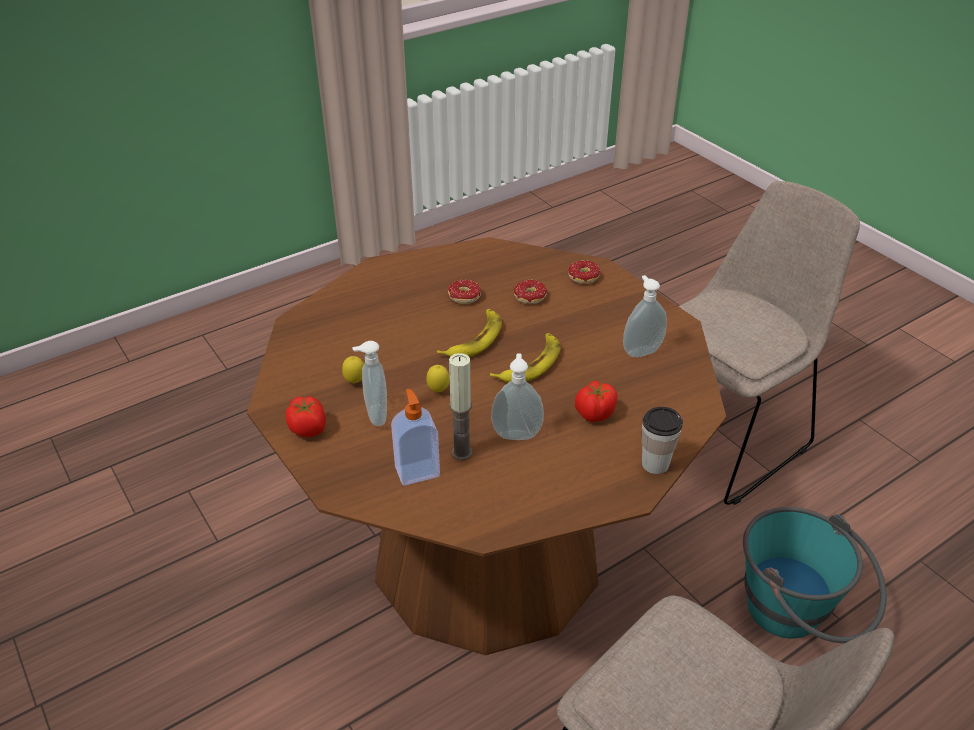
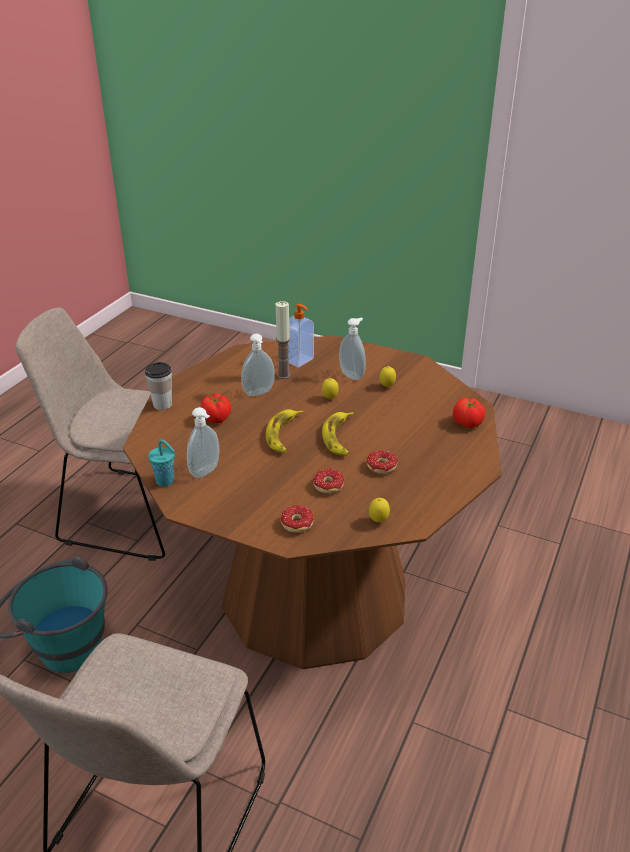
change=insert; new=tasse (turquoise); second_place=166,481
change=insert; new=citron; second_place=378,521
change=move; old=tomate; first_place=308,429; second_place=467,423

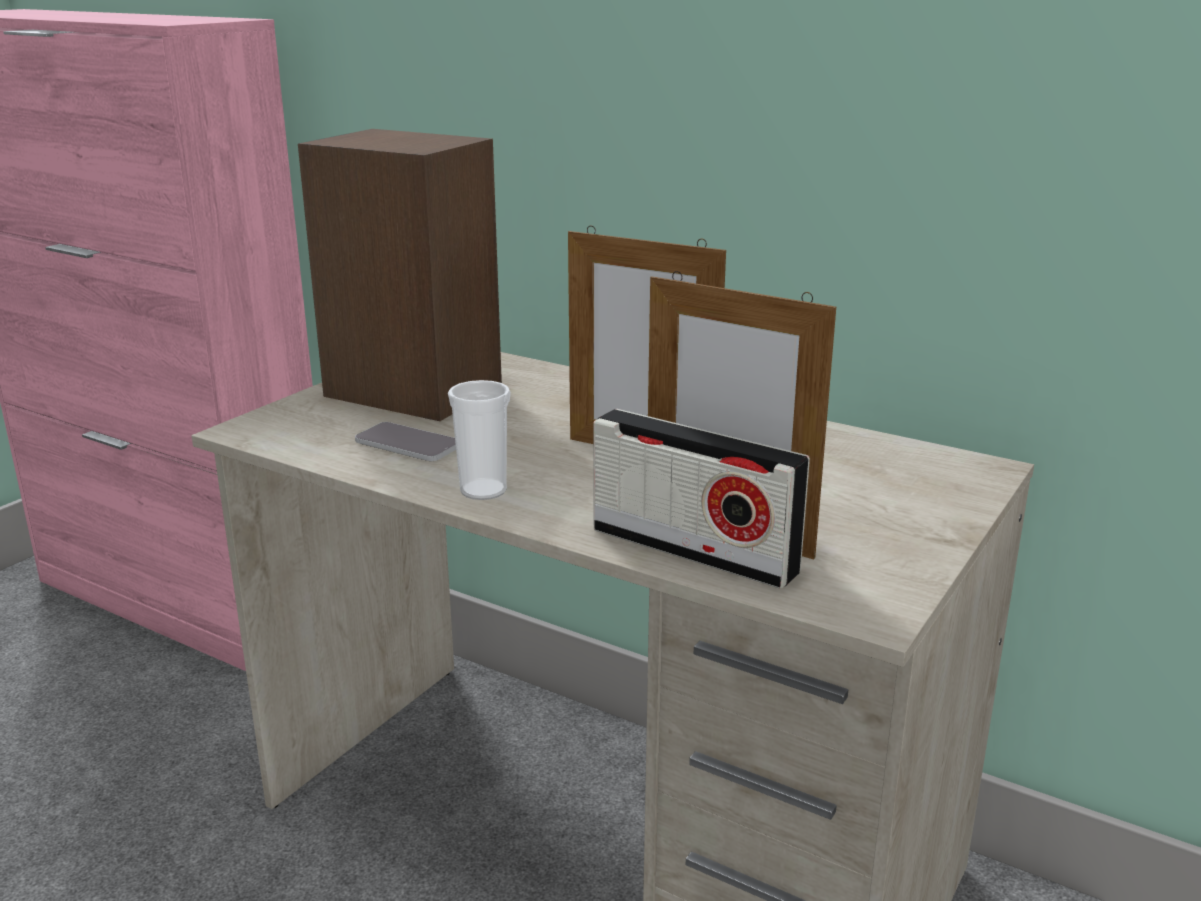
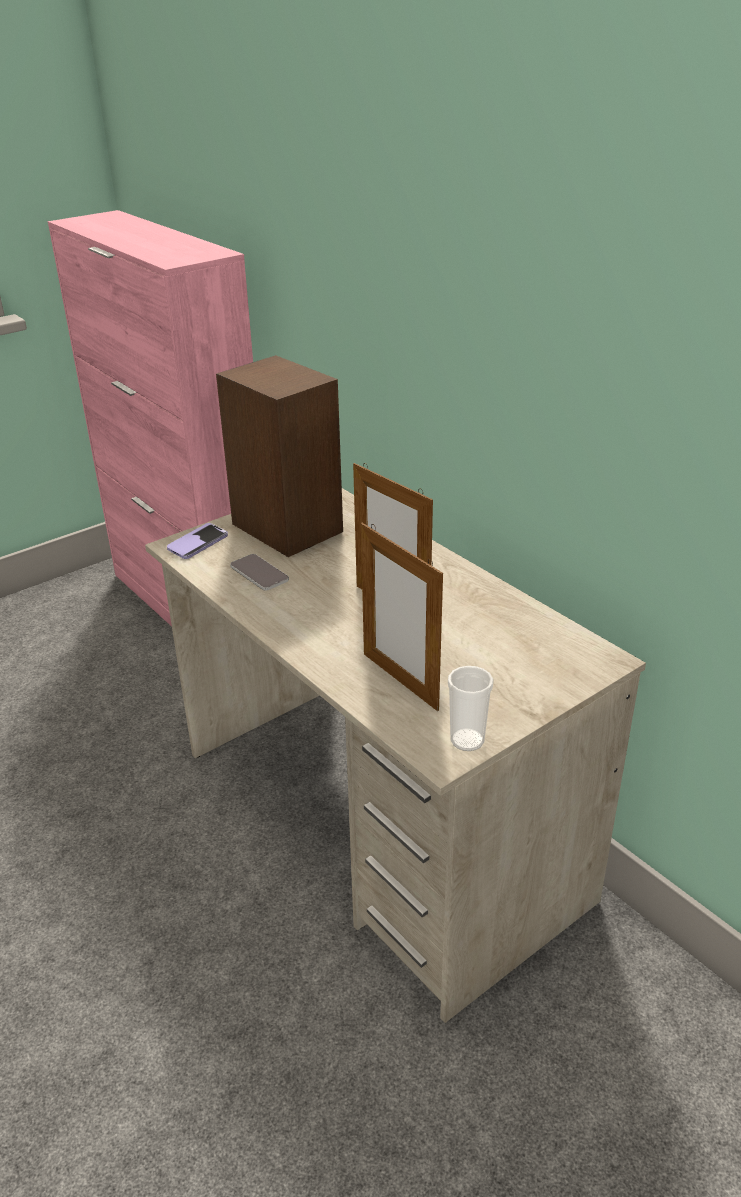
change=delete; old=radio; first_place=693,551
change=insert; new=téléphone; second_place=198,543
change=move; old=tasse; first_place=483,490; second_place=467,740

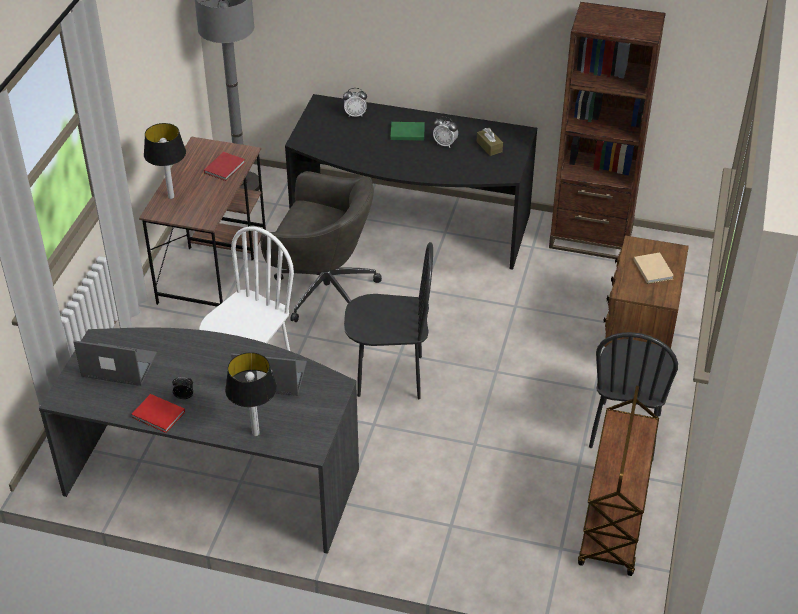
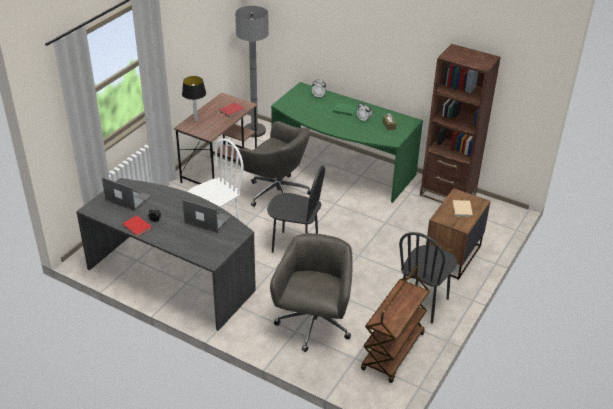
change=delete; old=lampe de table; first_place=256,433
change=insert; new=chaise de bureau (gris); second_place=313,325
change=recolor; old=bureau (noir); new=bureau (vert); first_place=409,227; second_place=341,169

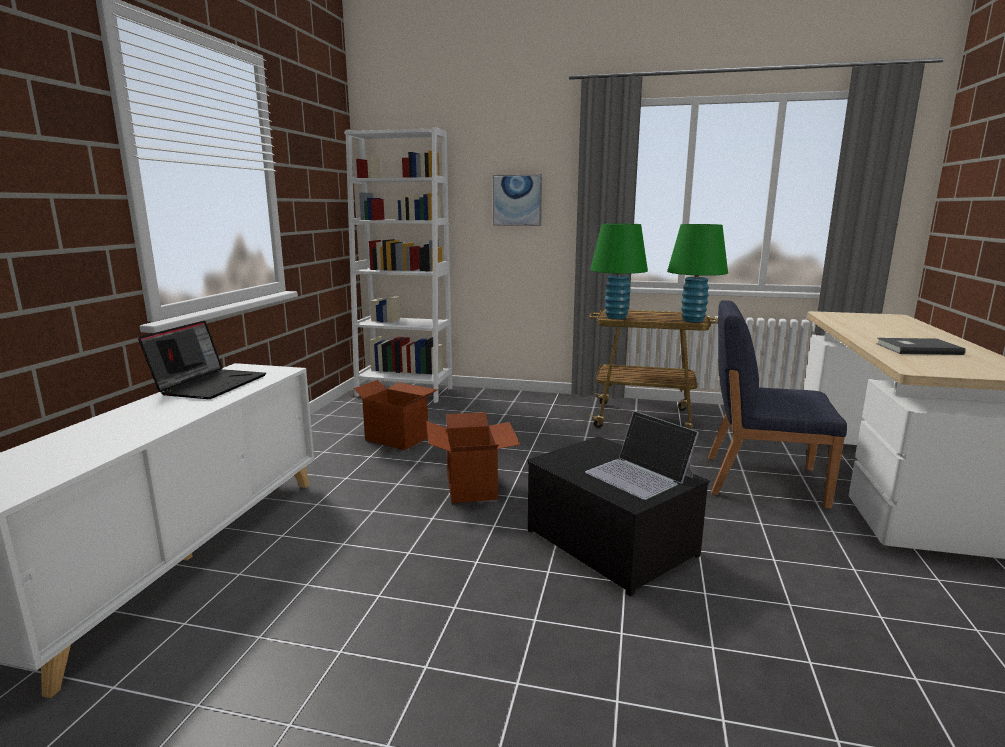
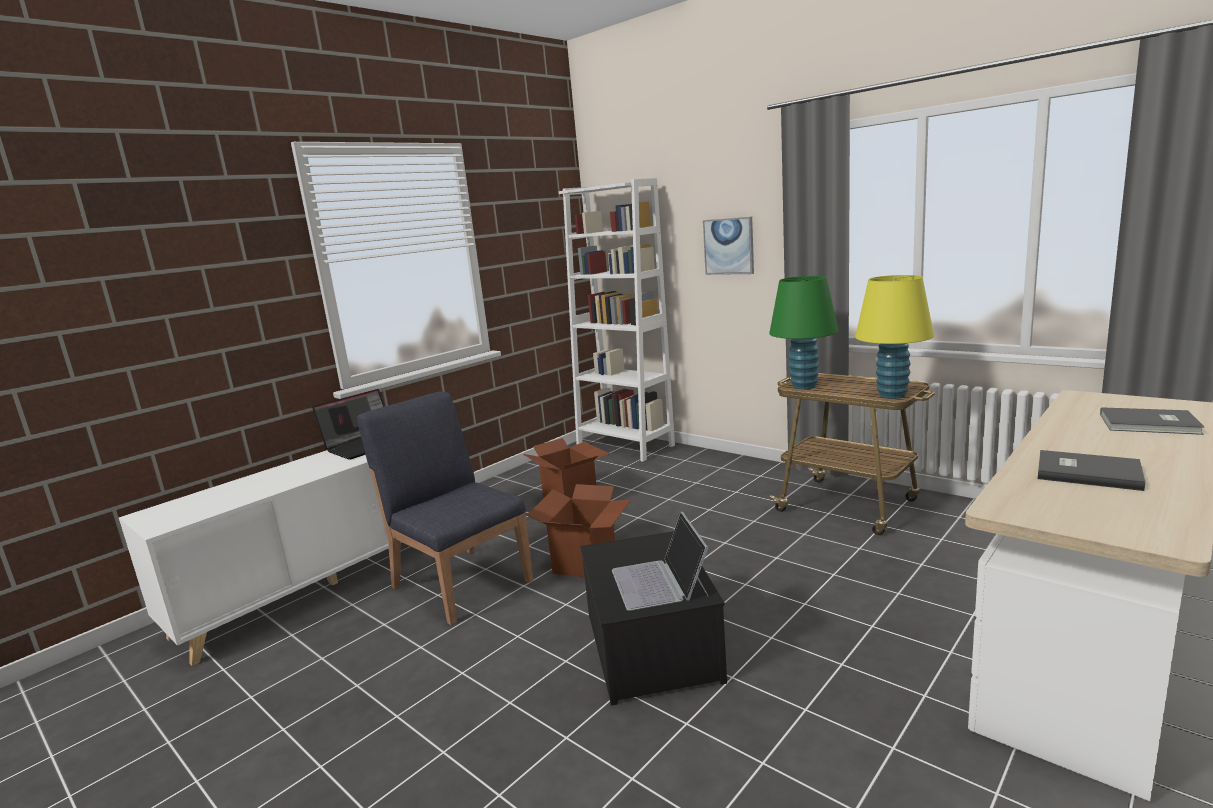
change=insert; new=livre (gris); second_place=1150,424
change=move; old=chaise (bleu); first_place=761,480; second_place=461,582
change=recolor; old=lampe de table (vert); new=lampe de table (jaune); first_place=692,320; second_place=892,395

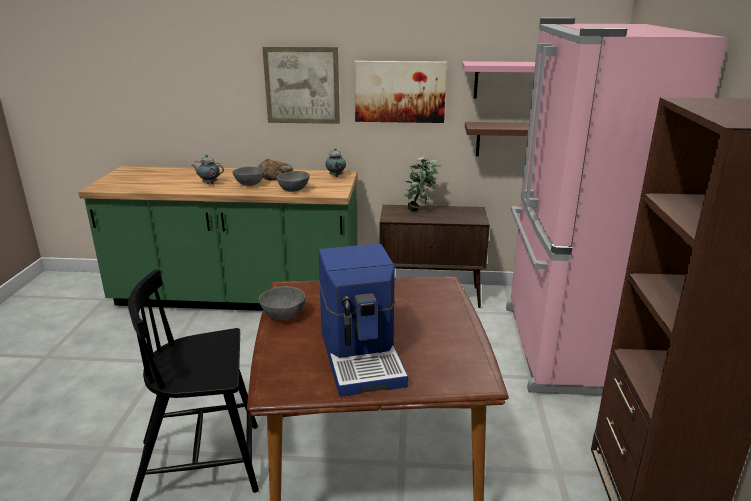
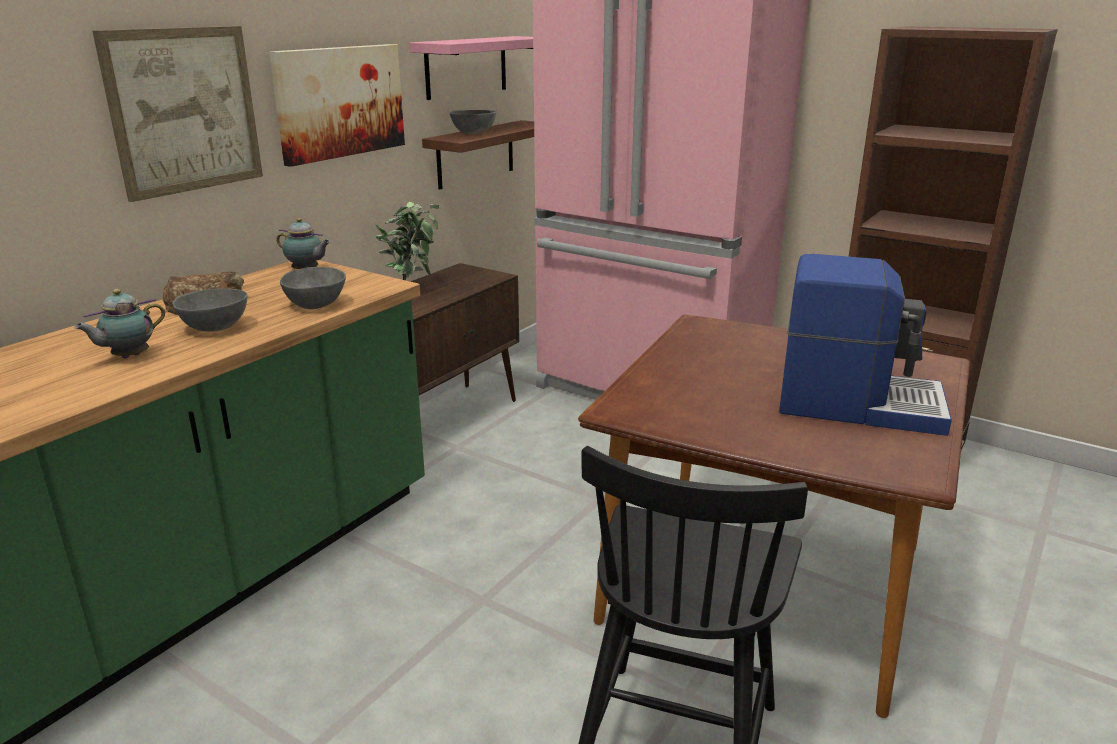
change=move; old=bol (gris); first_place=283,316; second_place=474,134

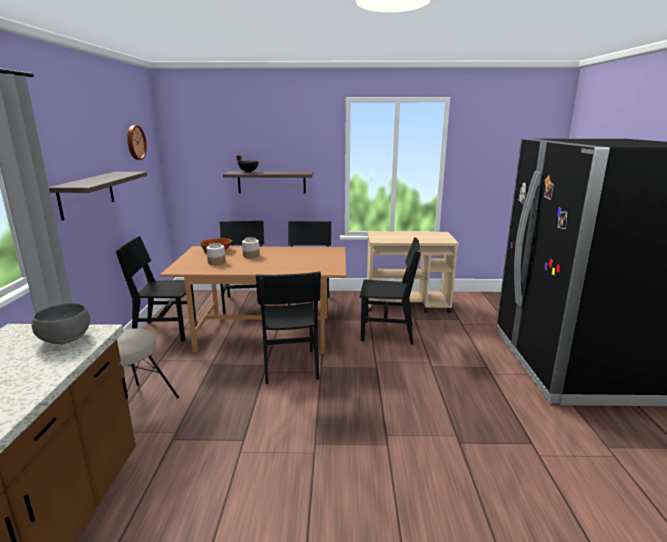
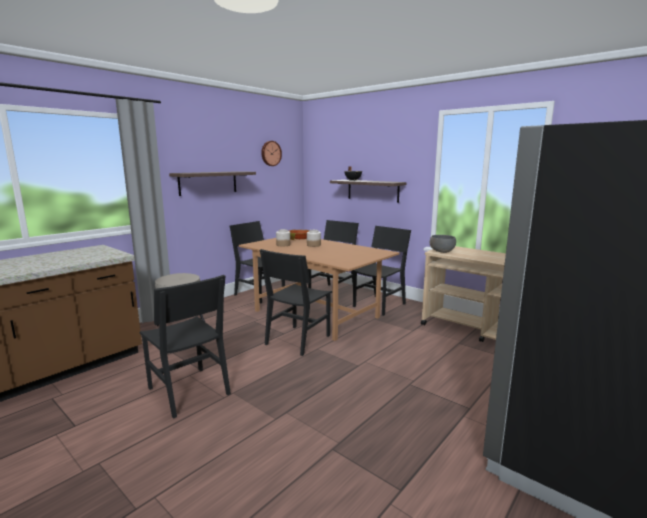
change=move; old=bol (gris); first_place=65,339; second_place=441,251
change=move; old=chaise (noir); first_place=387,332; second_place=188,391

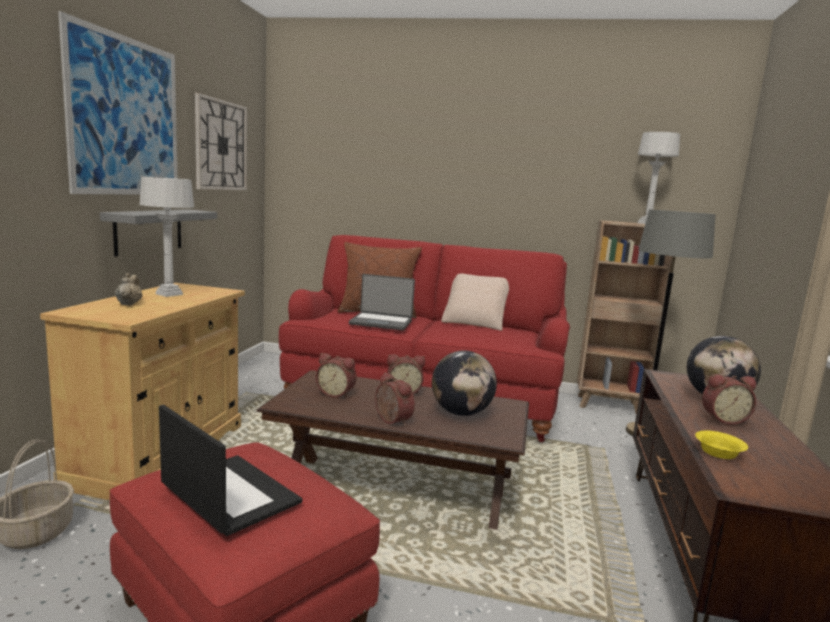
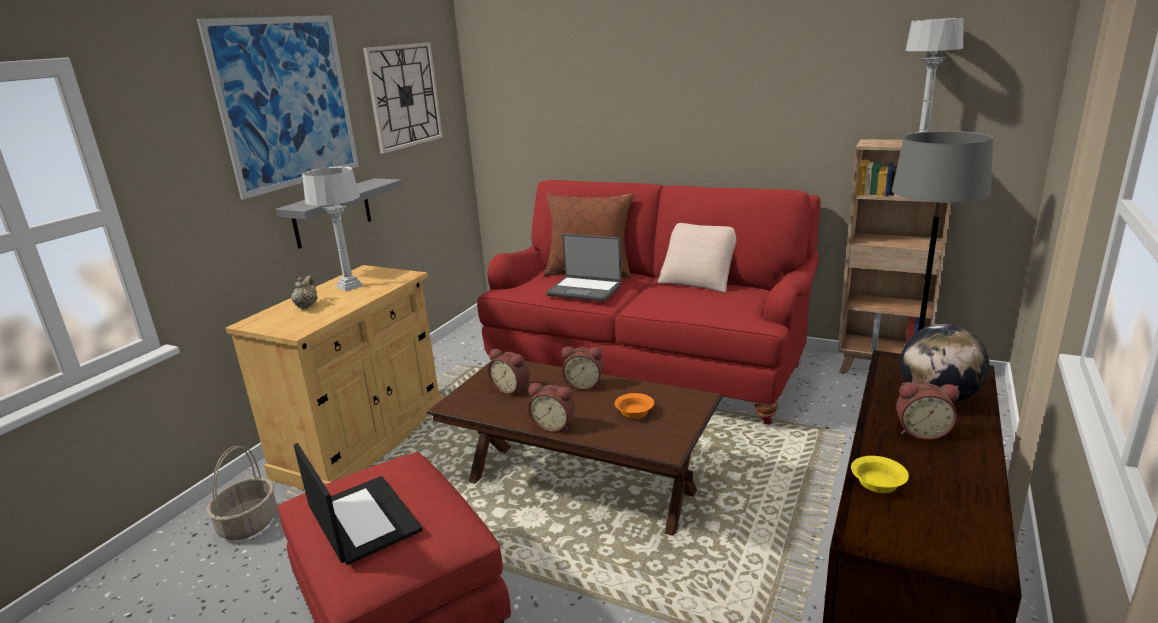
change=replace; old=globe; new=bol (orange); first_place=461,413; second_place=635,413
change=rotate; old=réveil; first_place=391,421; second_place=554,425; degrees=135

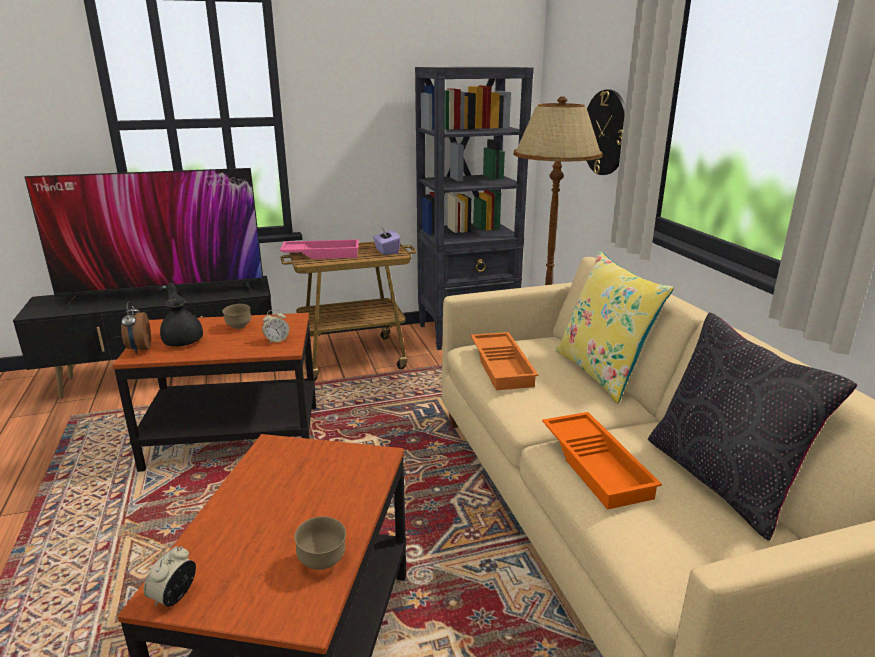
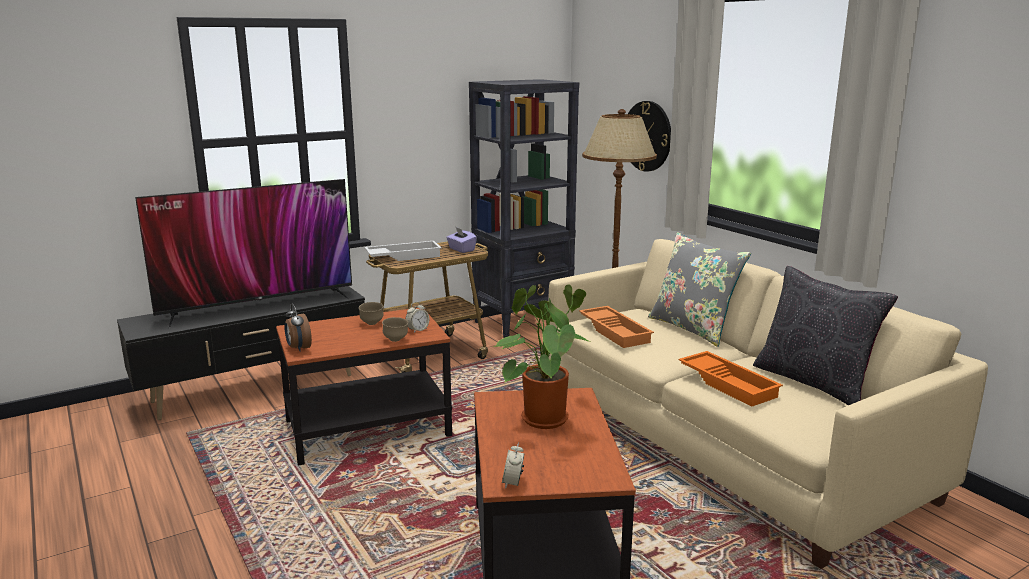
change=delete; old=théière (noir); first_place=183,340
change=insert; new=plante en pot; second_place=542,417
change=move; old=bol (marron); first_place=322,563; second_place=396,340
change=recolor; old=plateau (rose); new=plateau (blanc); first_place=322,254; second_place=403,256
change=recolor; old=coussin (jaune); new=coussin (gris); first_place=602,372; second_place=693,328

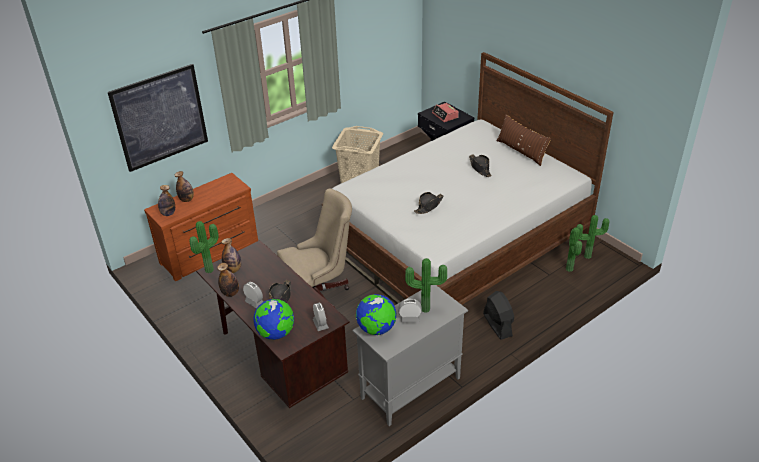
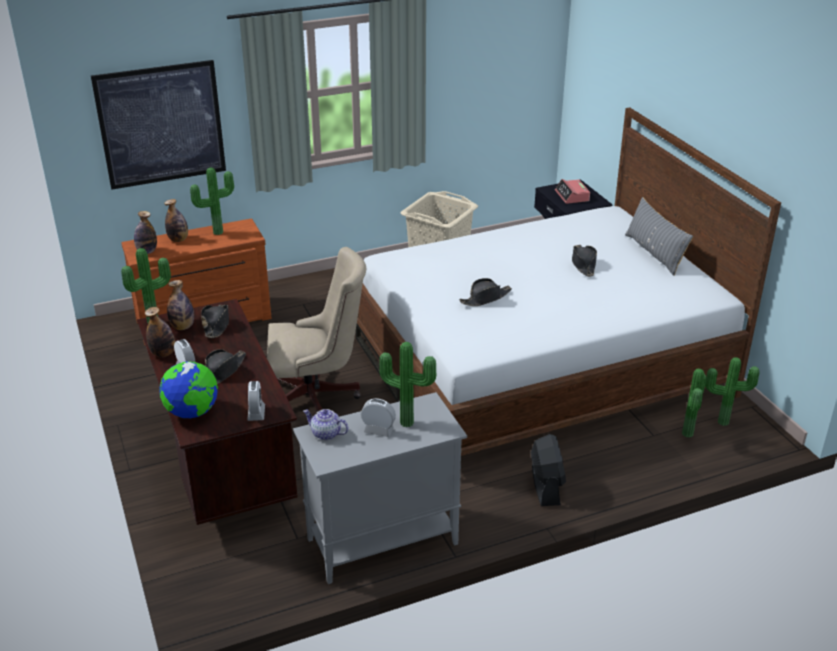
change=insert; new=plante en pot; second_place=217,231
change=insert; new=chapeau (noir); second_place=216,325
change=replace; old=globe; new=théière; first_place=376,329; second_place=325,434
change=recolor; old=coussin (marron); new=coussin (gris); first_place=521,151; second_place=654,253

